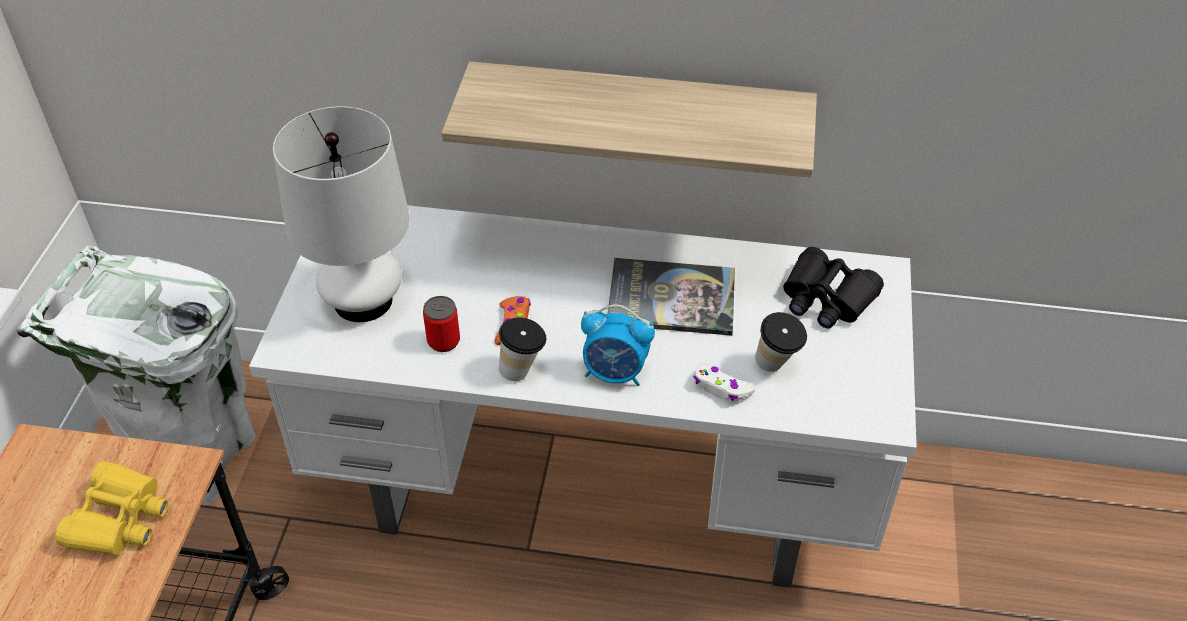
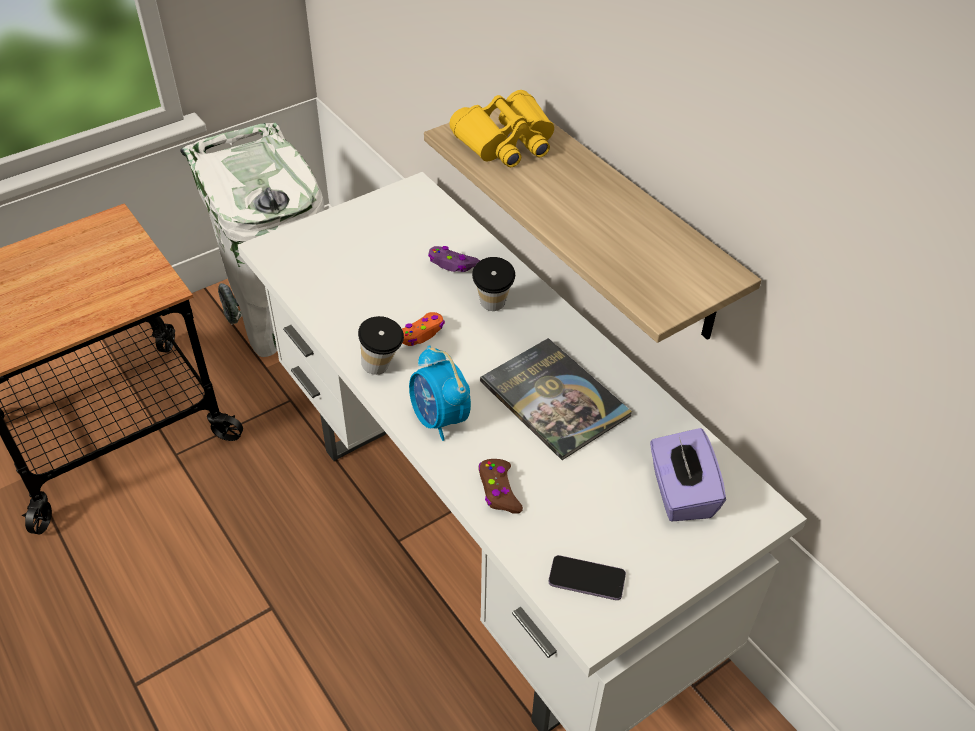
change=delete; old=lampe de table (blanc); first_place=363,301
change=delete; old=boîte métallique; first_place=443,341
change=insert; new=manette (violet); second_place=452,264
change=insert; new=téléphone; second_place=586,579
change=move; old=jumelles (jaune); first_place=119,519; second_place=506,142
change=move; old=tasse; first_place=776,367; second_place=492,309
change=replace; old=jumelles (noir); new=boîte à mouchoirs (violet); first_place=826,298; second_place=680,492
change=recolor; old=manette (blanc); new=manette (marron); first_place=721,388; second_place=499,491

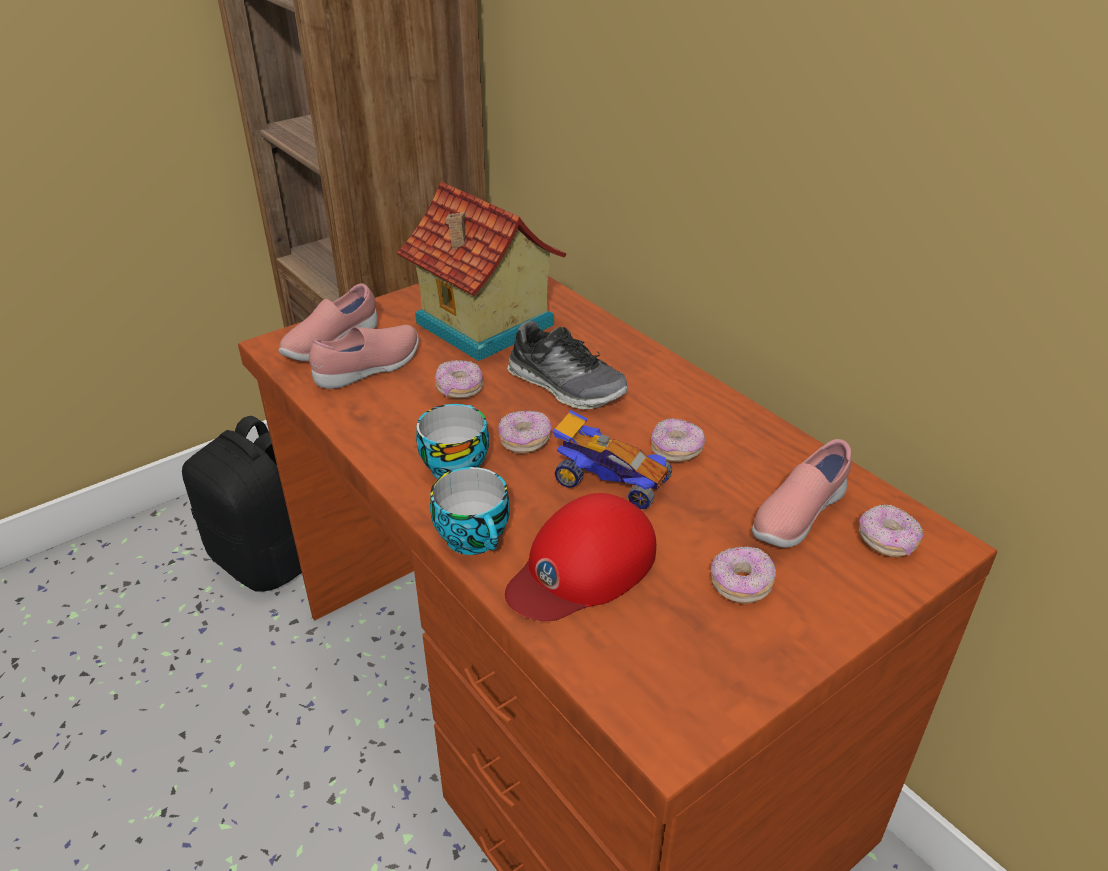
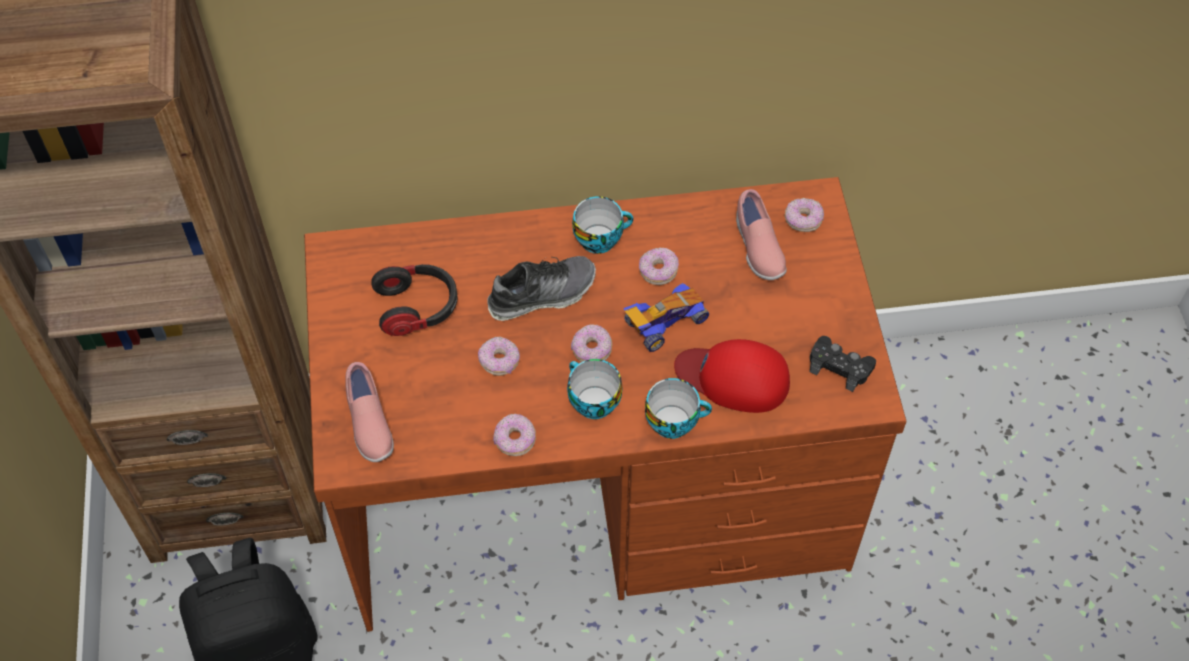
change=delete; old=chaussure (rose); first_place=369,369
change=insert; new=tasse; second_place=600,238
change=insert; new=manette (noir); second_place=840,367
change=move; old=beignet; first_place=740,584; second_place=515,440
change=replace; old=maison miniature; new=casque audio; first_place=482,325; second_place=418,308
change=rotate; old=casquette (rouge); first_place=582,567; second_place=733,378; degrees=120

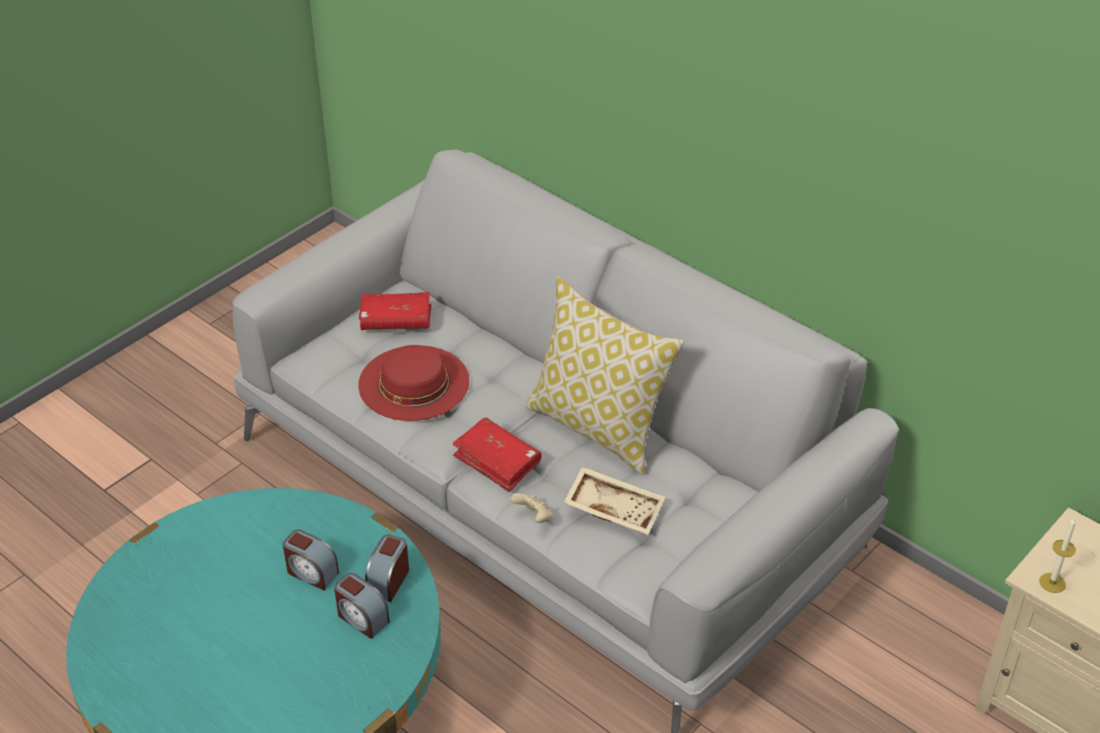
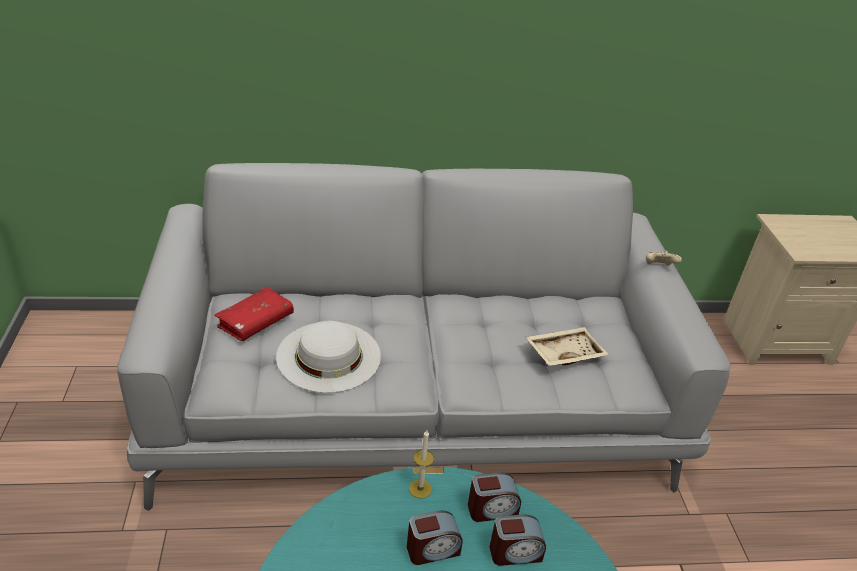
change=delete; old=livre (rouge); first_place=497,461
change=delete; old=coussin; first_place=599,427
change=move; old=manette (beige); first_place=533,517; second_place=658,267
change=move; old=bougie; first_place=1052,583; second_place=420,489
change=recolor; old=chapeau (rouge); new=chapeau (blanc); first_place=414,383; second_place=329,356
change=rotate; old=réveil; first_place=388,581; second_place=492,509; degrees=-75

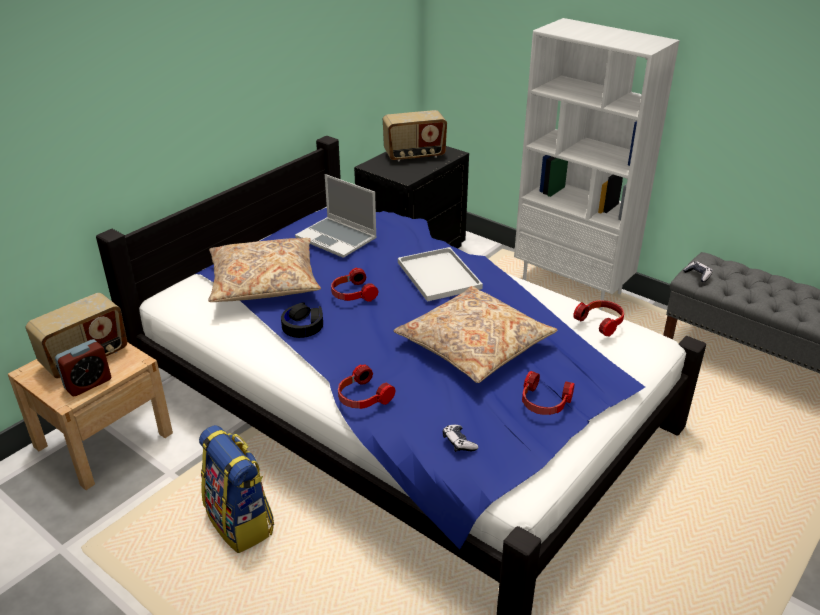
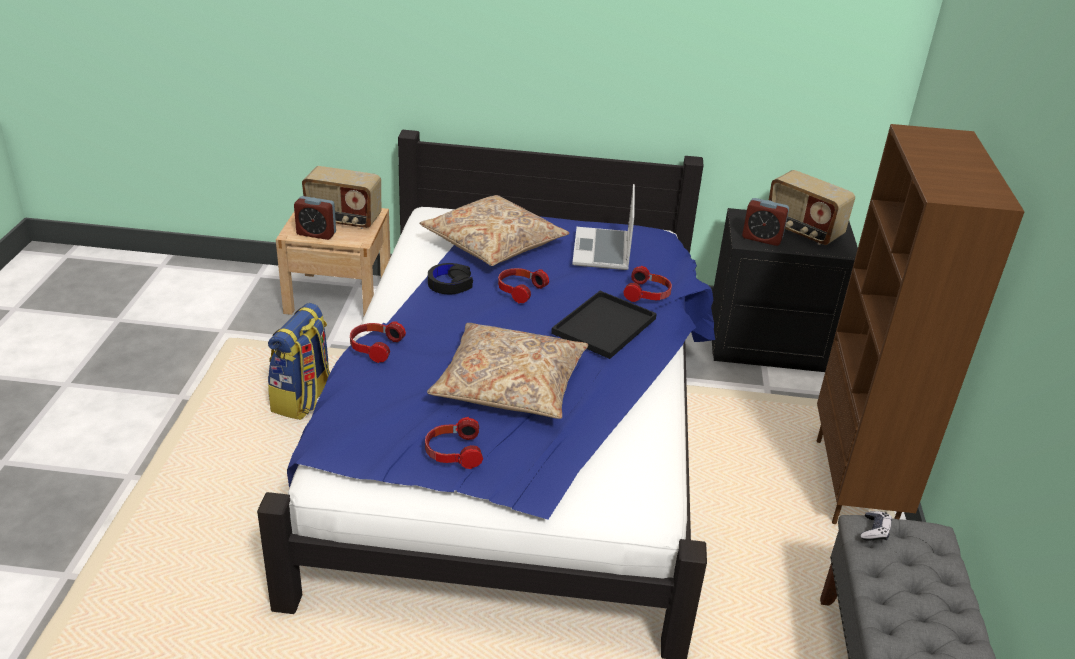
change=delete; old=manette; first_place=459,443
change=insert; new=réveil; second_place=762,238
change=move; old=casque audio; first_place=601,322; second_place=648,294
change=recolor; old=plateau (blanc); new=plateau (noir); first_place=437,275; second_place=604,324
change=recolor; old=bibliothèque (blanc); new=bibliothèque (marron); first_place=572,287; second_place=856,485

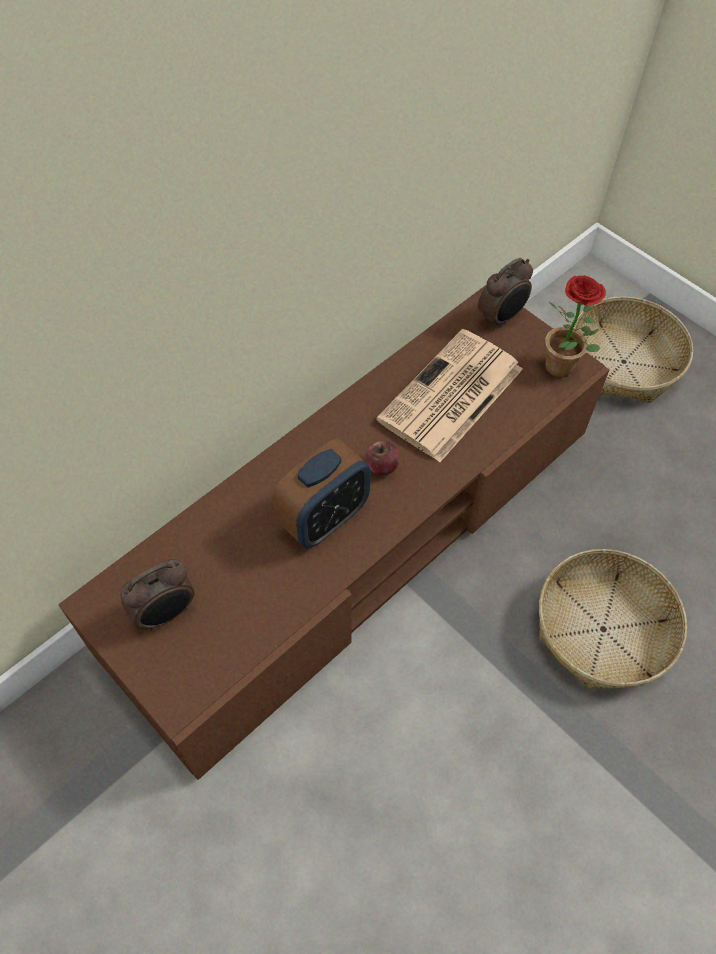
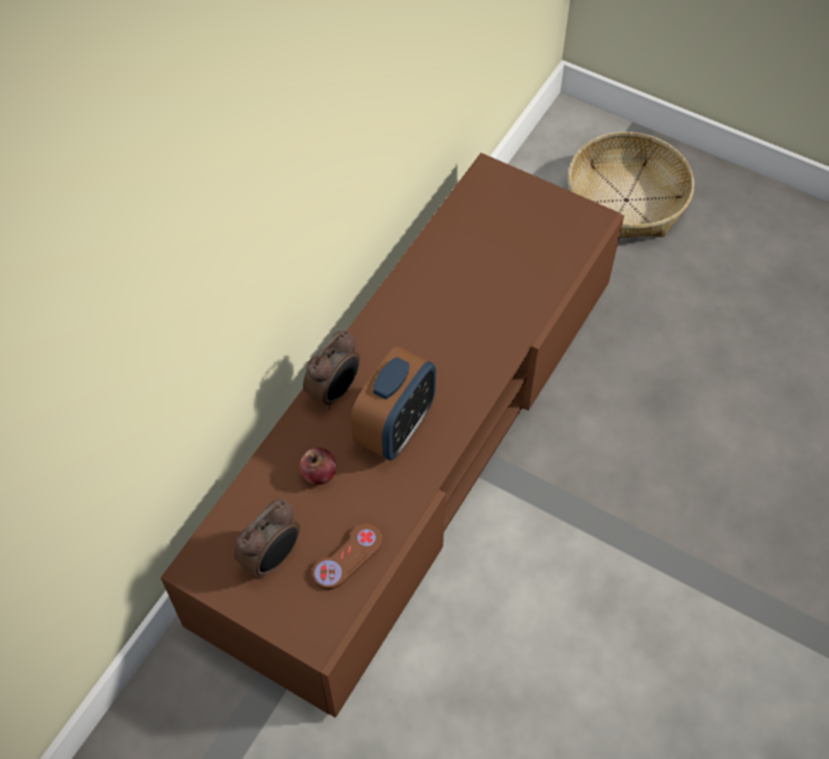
change=delete; old=journal; first_place=450,397
change=delete; old=panier; first_place=603,629
change=delete; old=plante en pot; first_place=563,371
change=insert; new=manette (marron); second_place=348,557
change=move; old=pomme; first_place=382,466; second_place=319,473
change=move; old=réveil; first_place=501,318; second_place=335,391

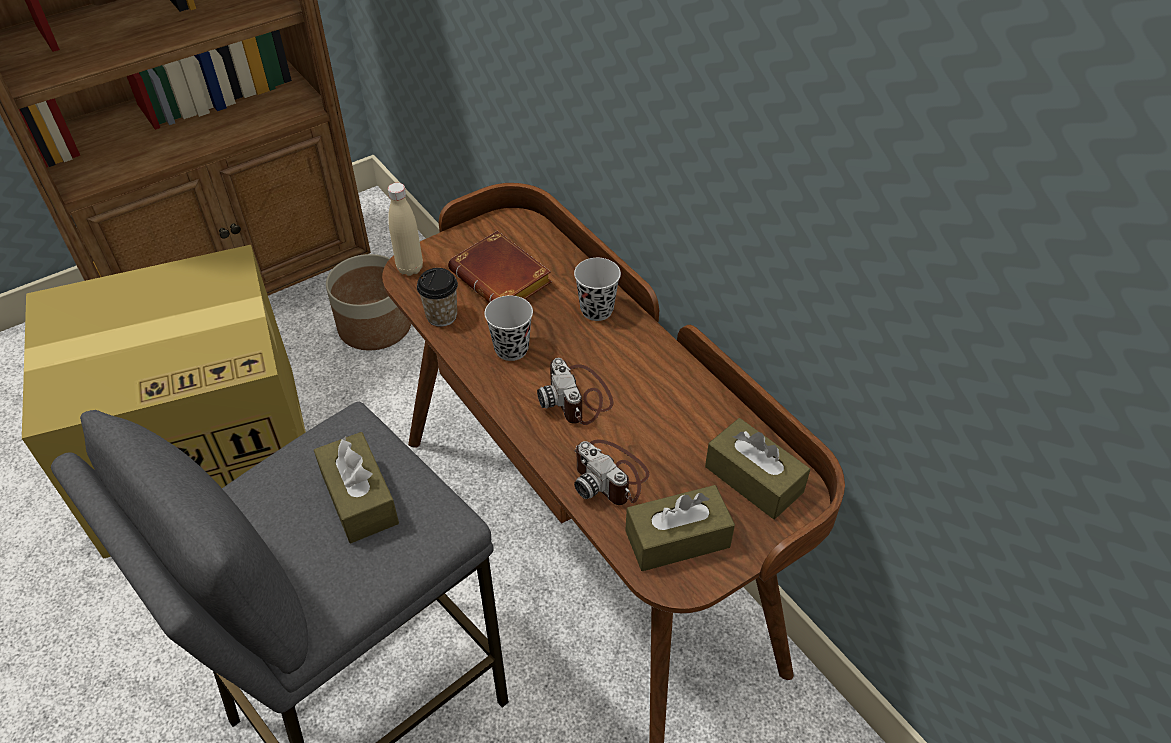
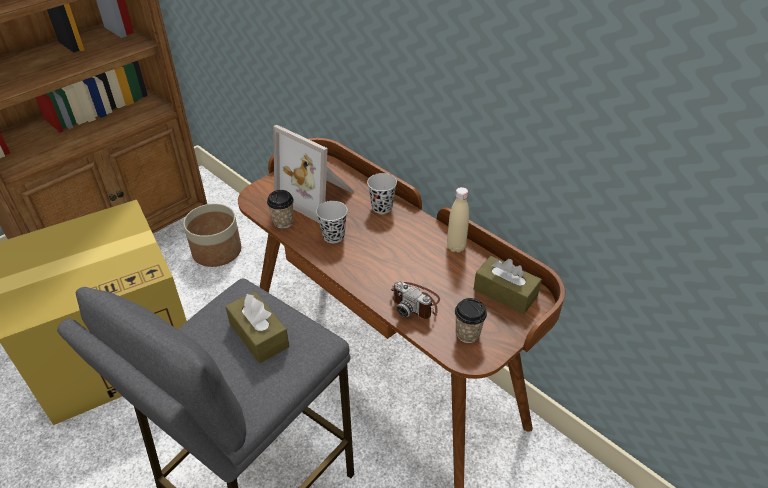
change=delete; old=appareil photo; first_place=578,397
change=move; old=bouteille (beige); first_place=410,268; second_place=456,247
change=replace; old=livre (marron); new=cadre photo; first_place=504,279; second_place=318,196
change=replace; old=boîte à mouchoirs (marron); new=tasse; first_place=677,539; second_place=467,334

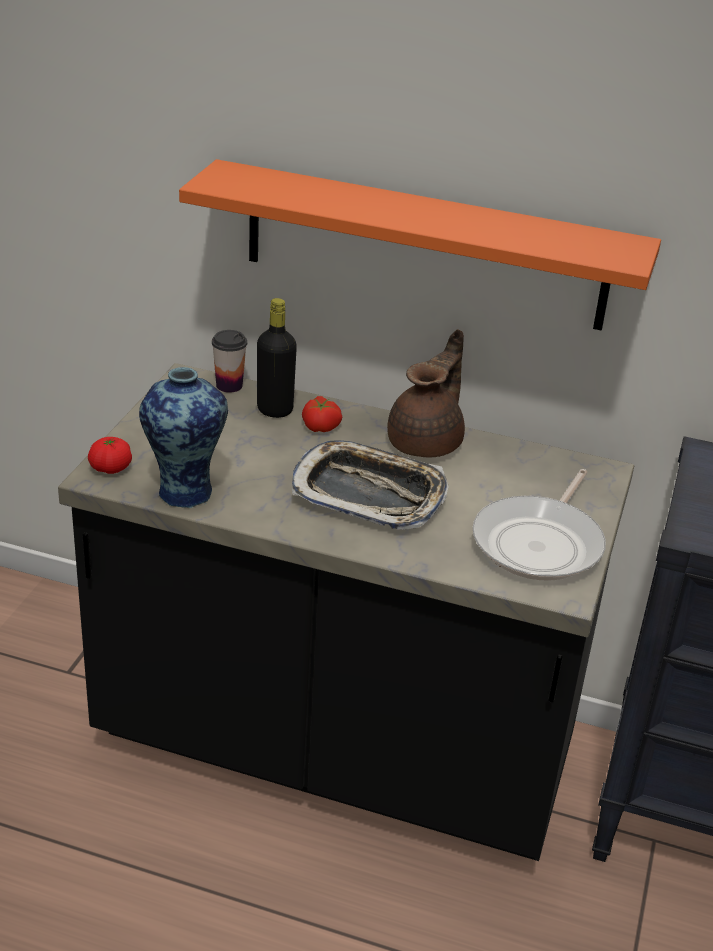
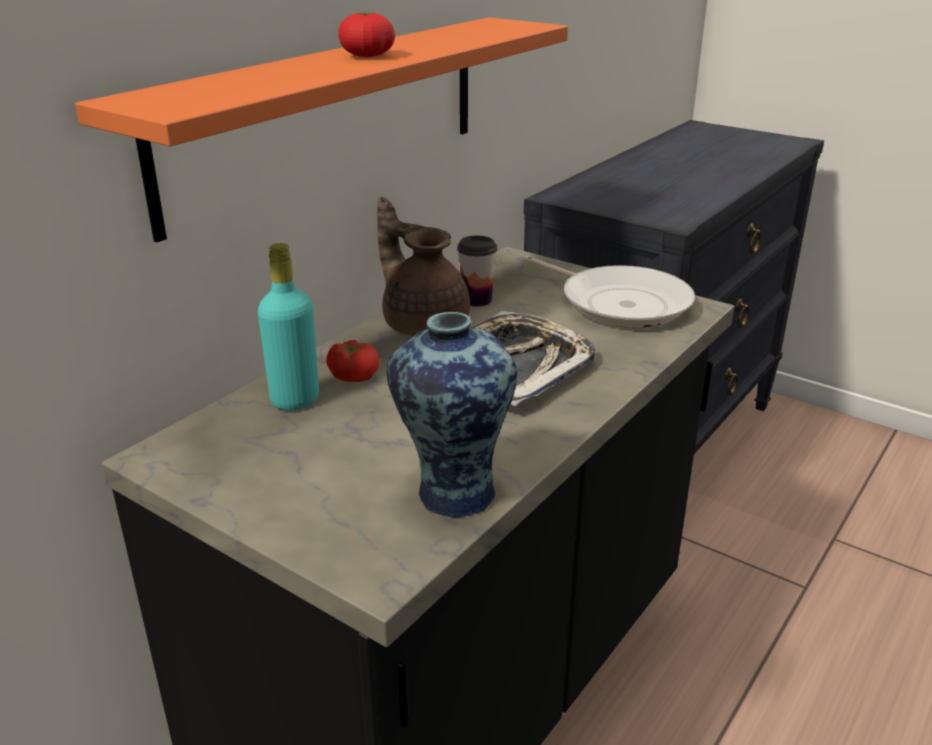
change=move; old=tomate; first_place=110,468; second_place=367,56
change=move; old=tasse; first_place=229,385; second_place=476,300
change=recolor; old=bouteille (noir); new=bouteille (turquoise); first_place=275,410; second_place=295,400

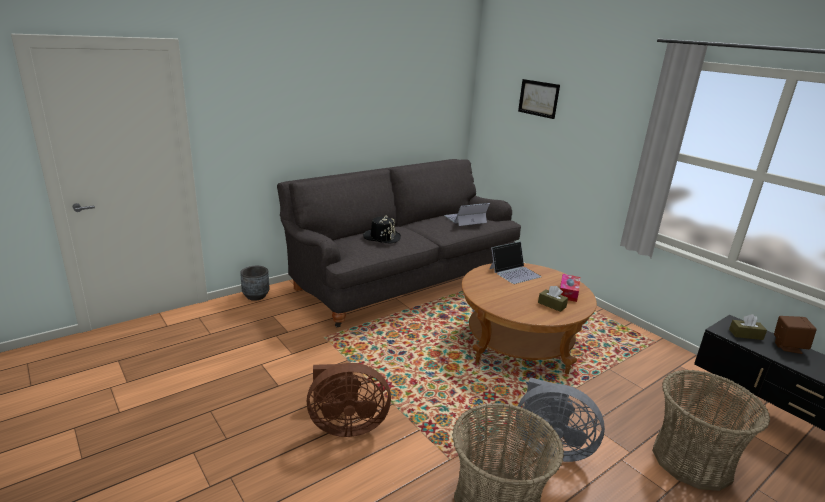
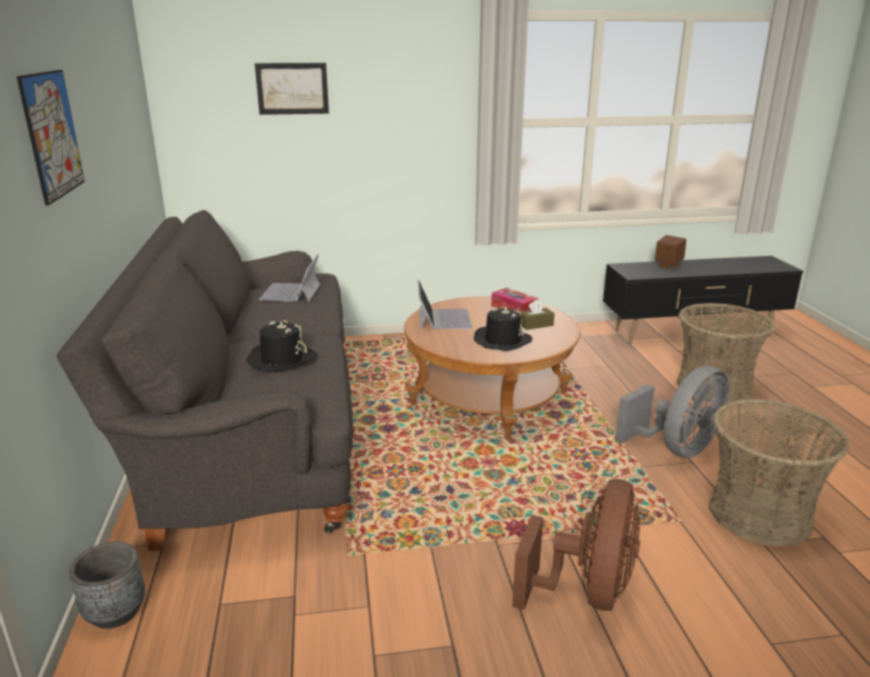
change=delete; old=boîte à mouchoirs (marron); first_place=745,334
change=insert; new=tableau; second_place=52,134
change=insert; new=chapeau (noir); second_place=502,341

